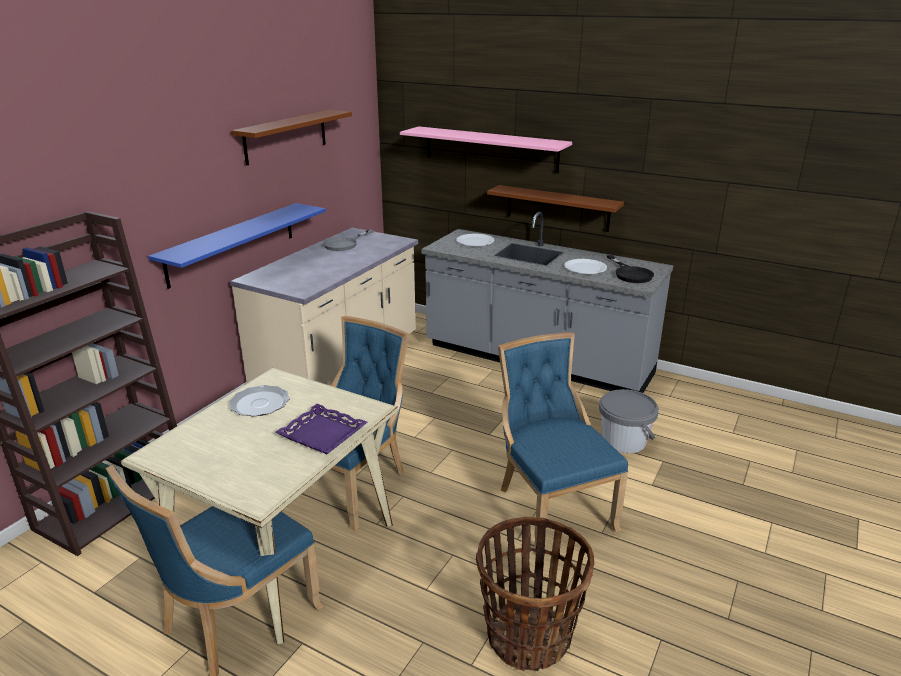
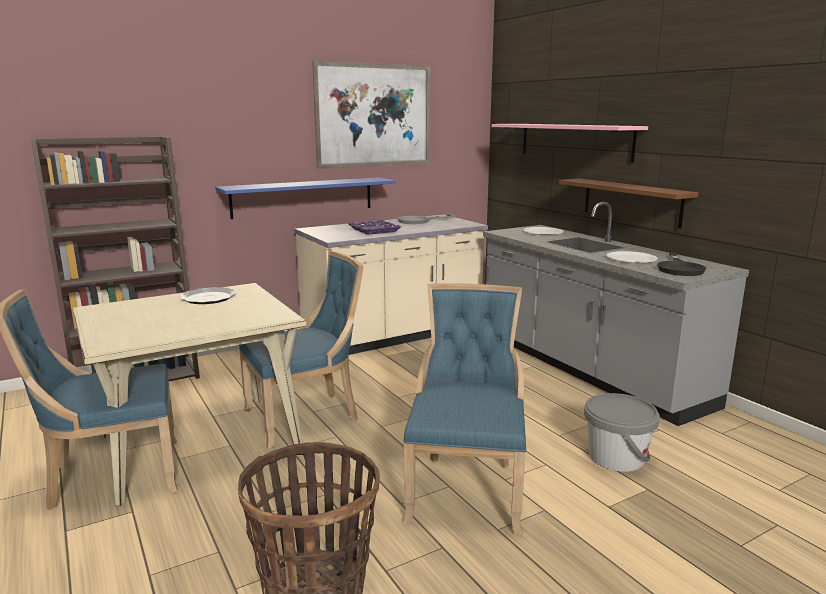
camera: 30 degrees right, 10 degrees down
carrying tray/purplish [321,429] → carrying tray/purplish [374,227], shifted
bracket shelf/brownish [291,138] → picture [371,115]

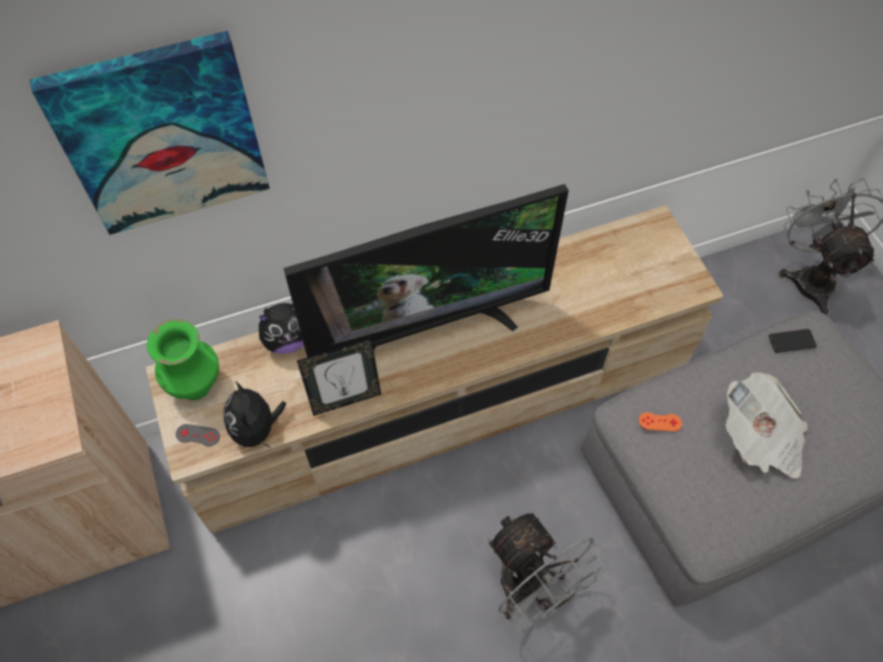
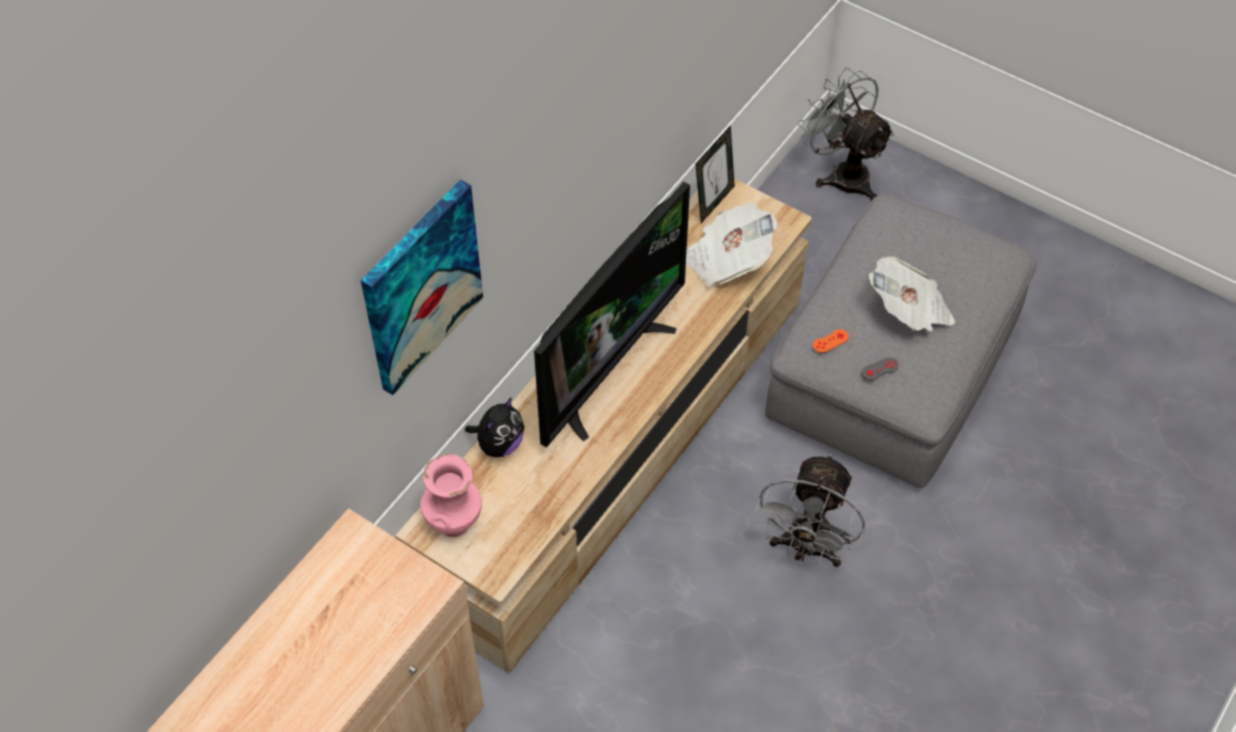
camera: 35 degrees left, 5 degrees down
cuddly toy [254,414] → -
phone [793,341] → -
- → printed paper [732,245]
gamepad/grey [198,435] → gamepad/grey [880,369], shifted
photo frame [339,377] → photo frame [715,174], shifted
decorative vase/green-coloured [183,359] → decorative vase/pink-coloured [451,495]
cooling fan/grey [548,572] → cooling fan/grey [809,510], 90 degrees clockwise

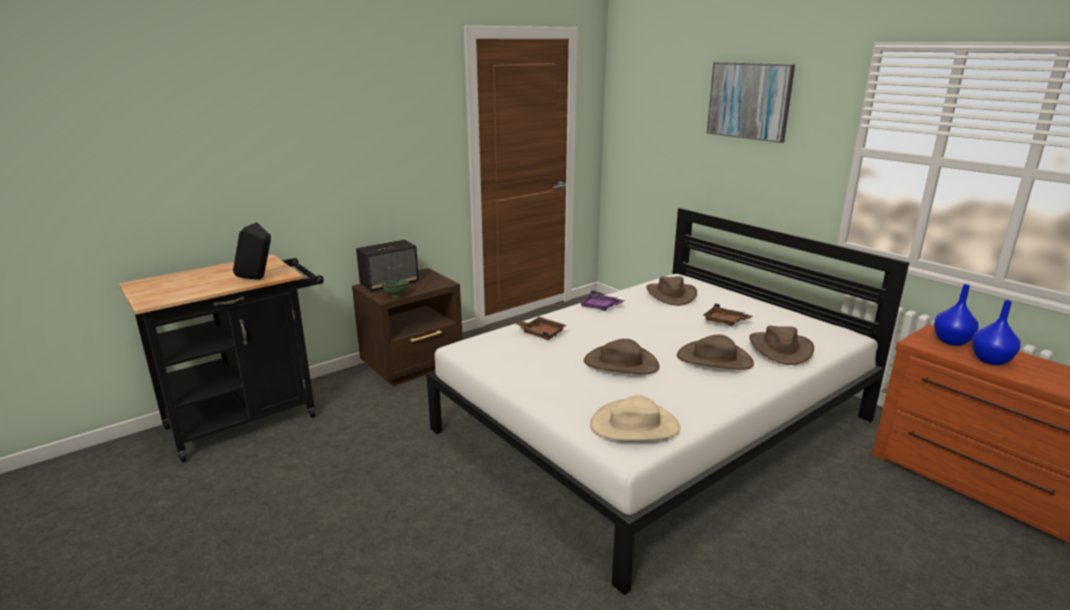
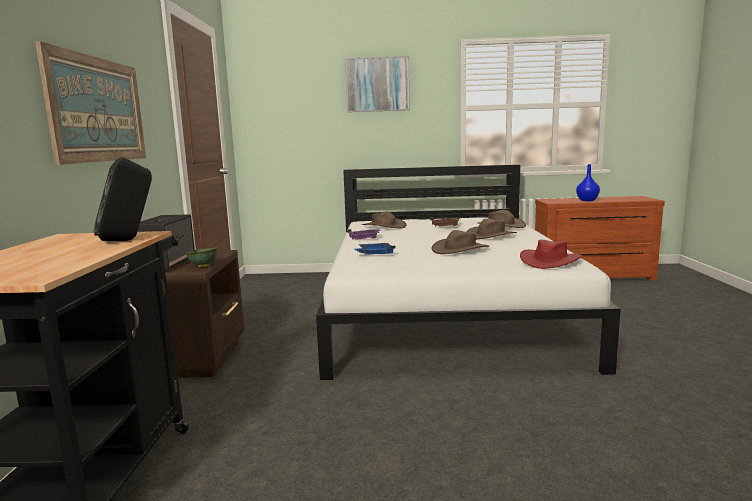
camera: 50 degrees left, 10 degrees down
decorative vase/blue [956,315] → -
- → picture [90,103]
carrying tray/brownish [541,328] → carrying tray/blue [375,249]
clothing hat/beige-coloured [635,417] → clothing hat/red-coloured [551,254]

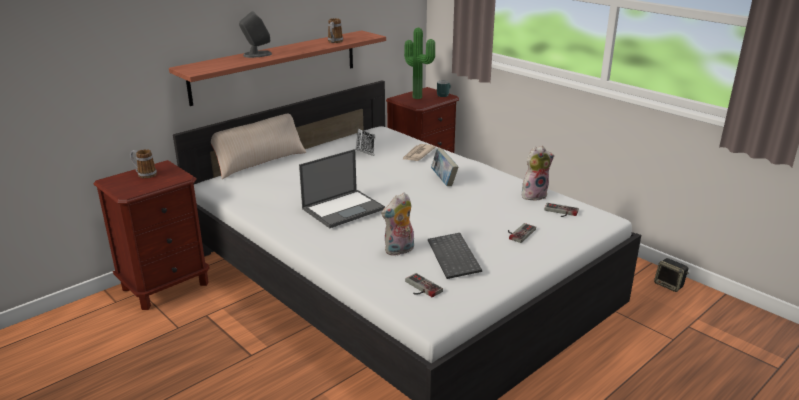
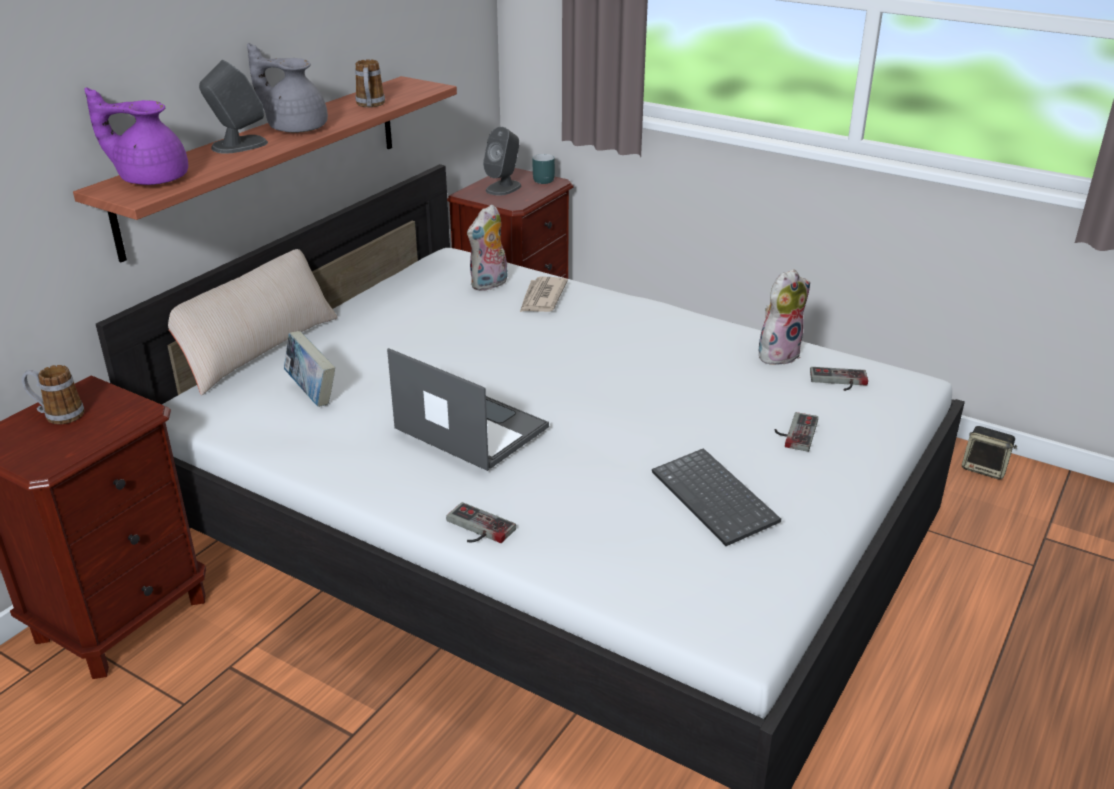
camera: 15 degrees left, 5 degrees up
keyboard [365,142] → -
- → pot for tea/purplish [136,136]
- → pot for tea/grey [287,88]
cuddly toy [397,224] → cuddly toy [487,247], shifted
gamepad [424,285] → gamepad [481,522], shifted
book [445,167] → book [309,369], shifted
potted plant [419,63] → speaker/grey [502,161]
notebook computer [342,188] → notebook computer [468,409], 90 degrees counterclockwise

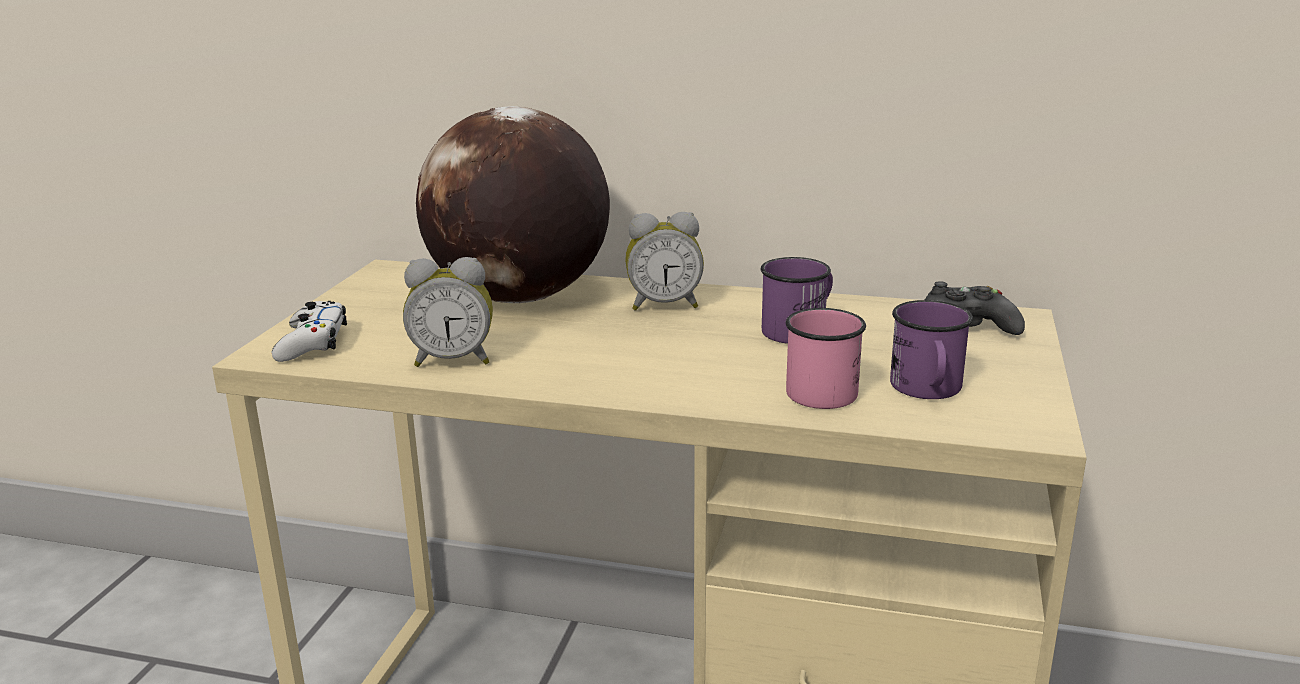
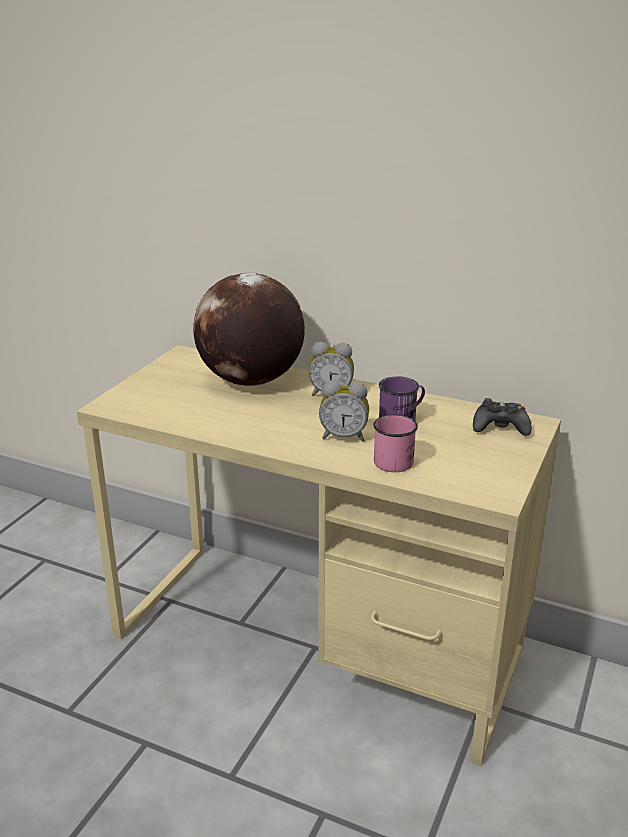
camera: 10 degrees right, 5 degrees up
gamepad/white-coloured [309,331] → -
coffee mug/purplish [931,349] → -
bedside clock [448,312] → bedside clock [344,411], shifted

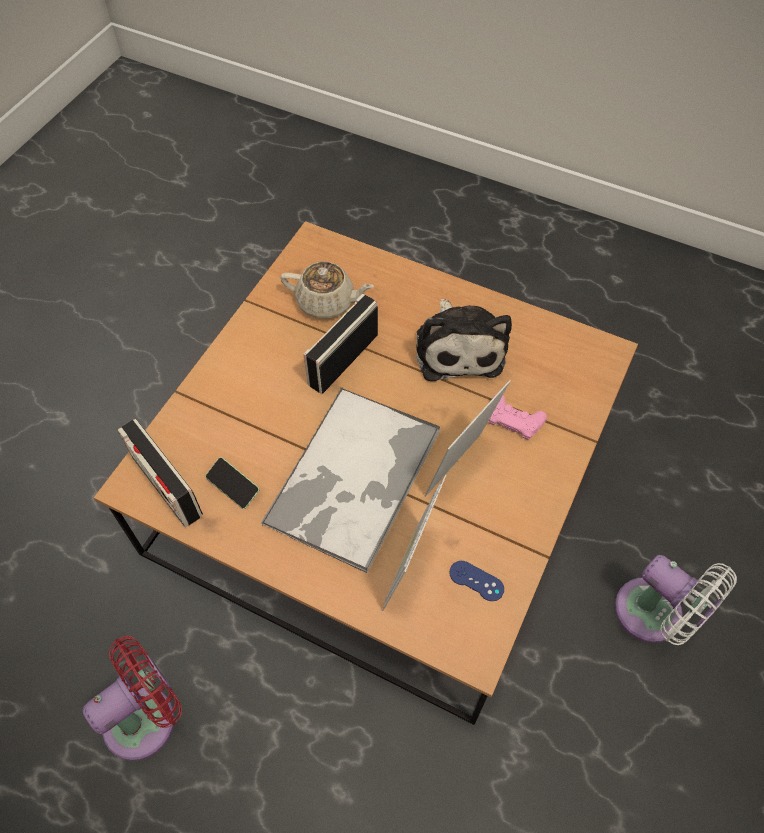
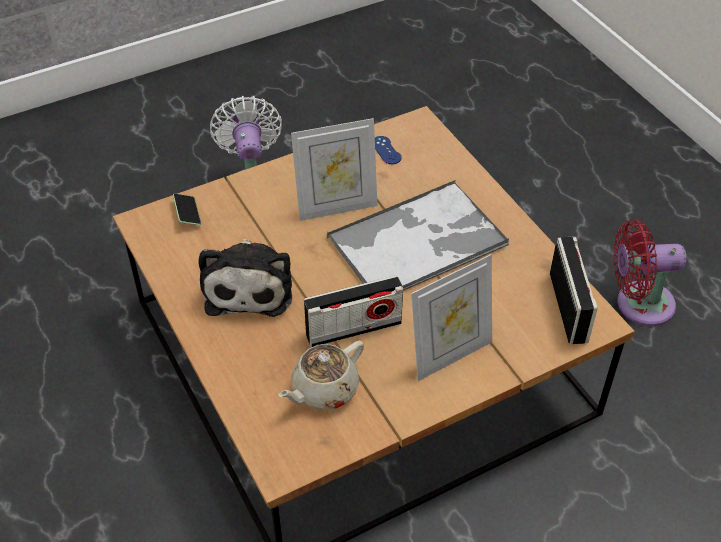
camera: 145 degrees left, 10 degrees down
gamepad/pink-coloured [517,417] → -
phone [232,483] → phone [187,209], shifted
photo frame [414,543] → photo frame [451,317], shifted
pot for tea/beige-coloured [327,290] → pot for tea/beige-coloured [321,375], 90 degrees counterclockwise
cuddly toy [464,340] → cuddly toy [245,278], 150 degrees clockwise

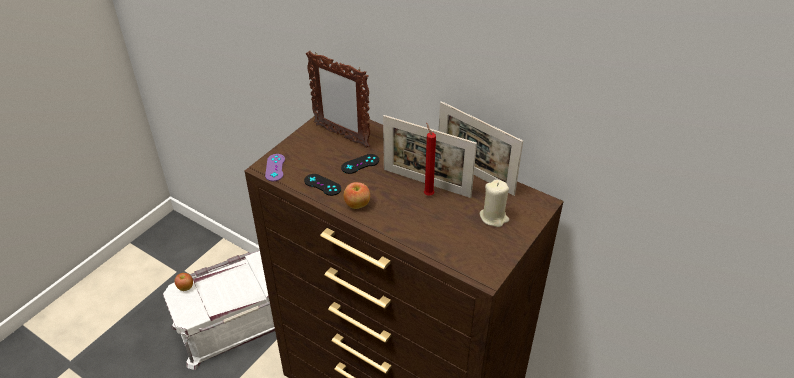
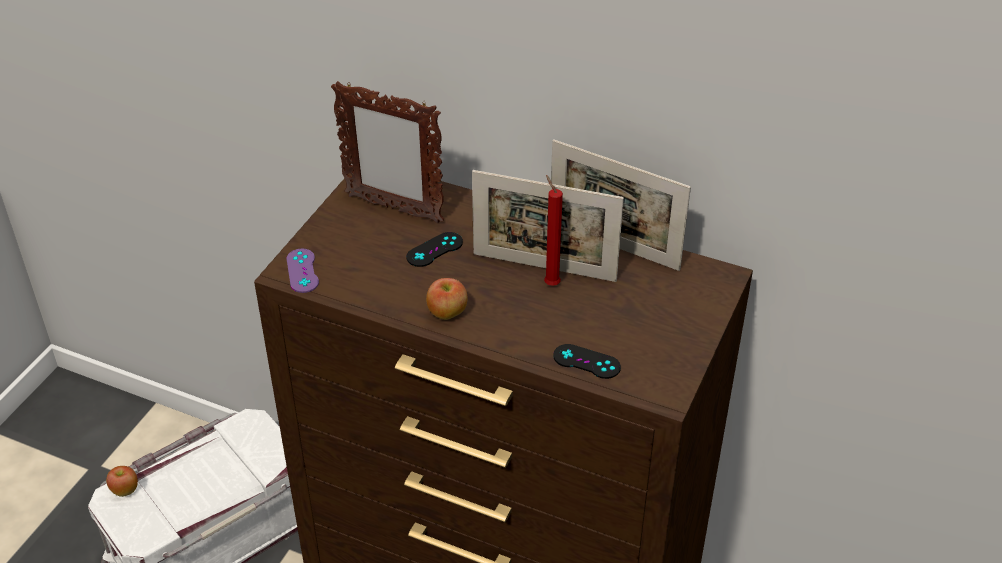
camera: 10 degrees left, 0 degrees up
candle/beige-coloured [494,203] → -
gamepad/black [322,185] → gamepad/black [587,361], shifted

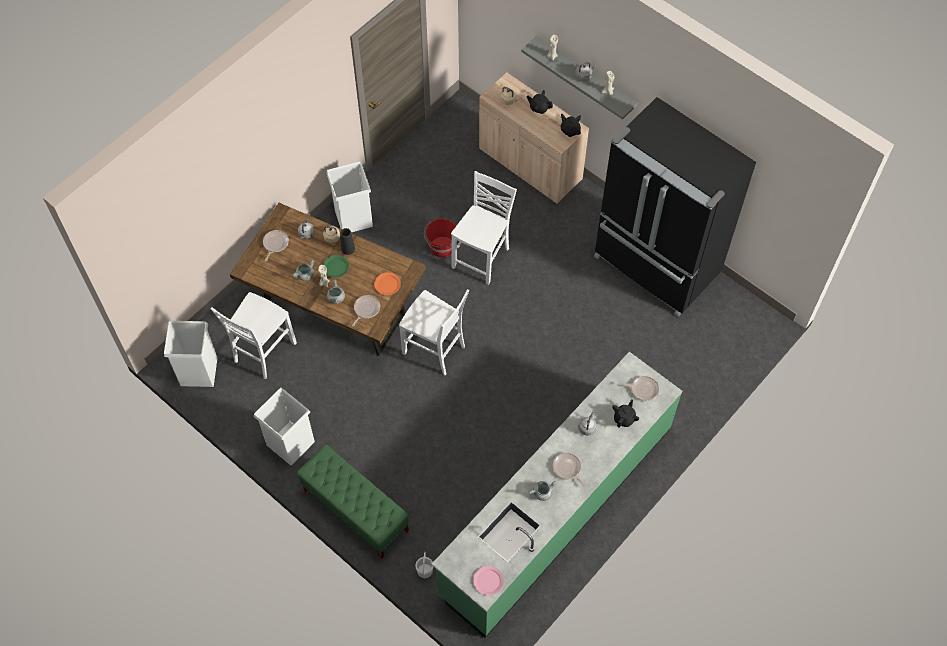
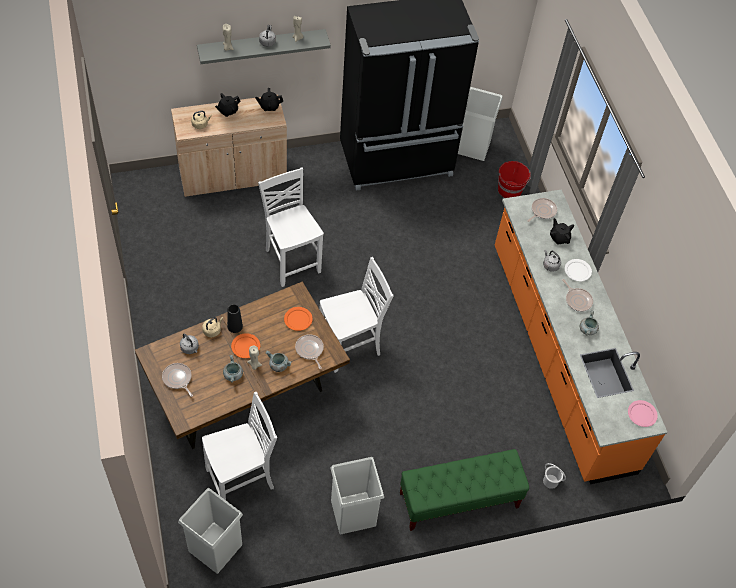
camera: 60 degrees left, 5 degrees down
- → flat dish/white-coloured [578,270]
trash can/white-coloured [350,197] → trash can/white-coloured [480,124], shifted
pail/red-coloured [440,238] → pail/red-coloured [514,179], shifted
flat dish/green-coloured [336,266] → flat dish/orange-coloured [245,345]
kitchen counter/green-coloured [557,495] → kitchen counter/orange-coloured [581,336]
chair/white-coloured [254,335] → chair/white-coloured [239,446], 90 degrees counterclockwise
frying pan [569,470] → frying pan [577,295], 120 degrees counterclockwise

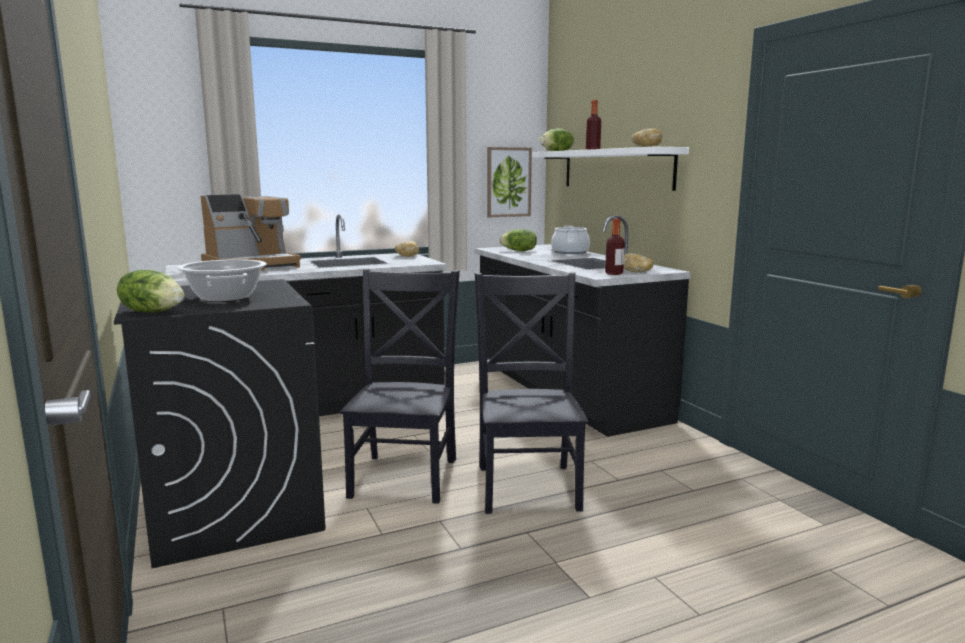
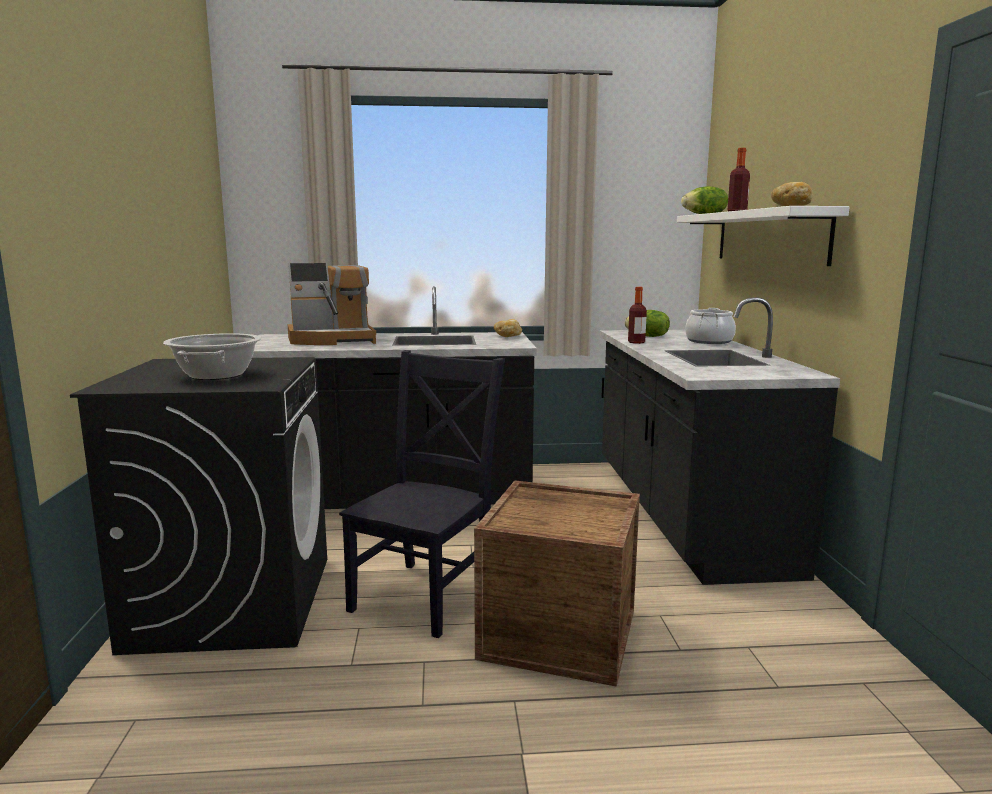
camera: 20 degrees right, 0 degrees up
lettuce [150,291] → -
picture [509,182] → -
baked bread [638,263] → -
bottle [615,247] → bottle [637,315], shifted
chair/black [532,393] → shipping crate [557,584]

